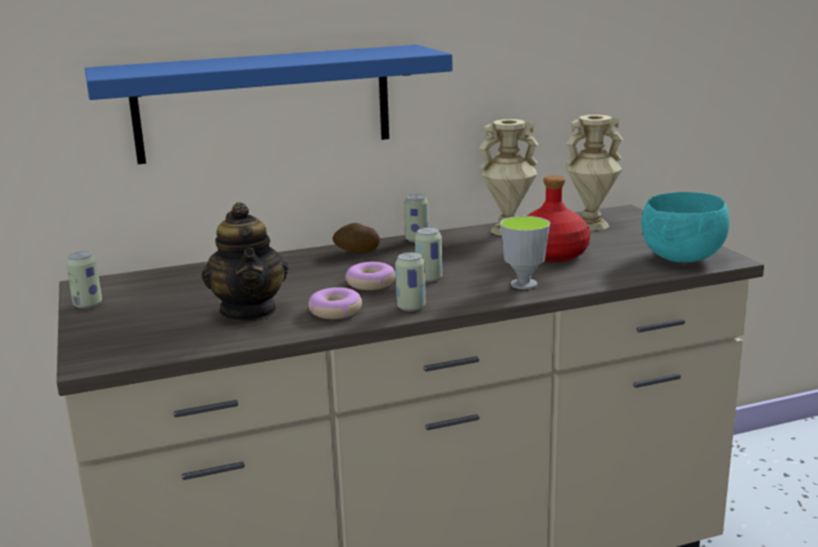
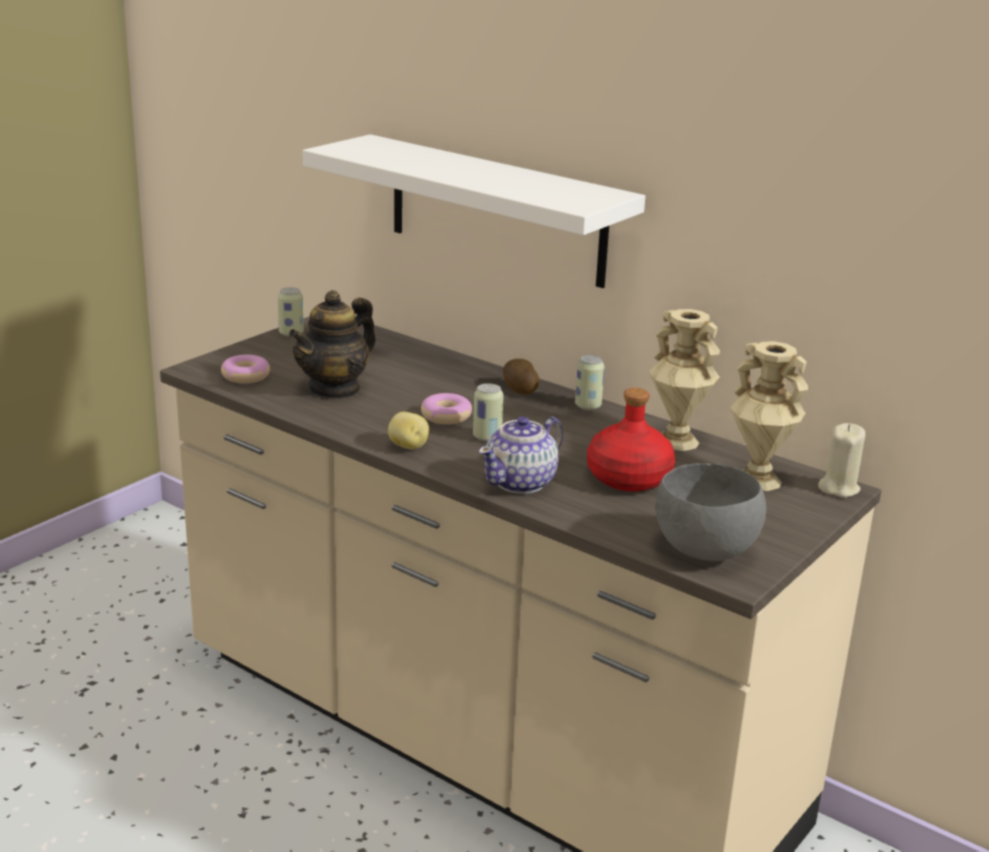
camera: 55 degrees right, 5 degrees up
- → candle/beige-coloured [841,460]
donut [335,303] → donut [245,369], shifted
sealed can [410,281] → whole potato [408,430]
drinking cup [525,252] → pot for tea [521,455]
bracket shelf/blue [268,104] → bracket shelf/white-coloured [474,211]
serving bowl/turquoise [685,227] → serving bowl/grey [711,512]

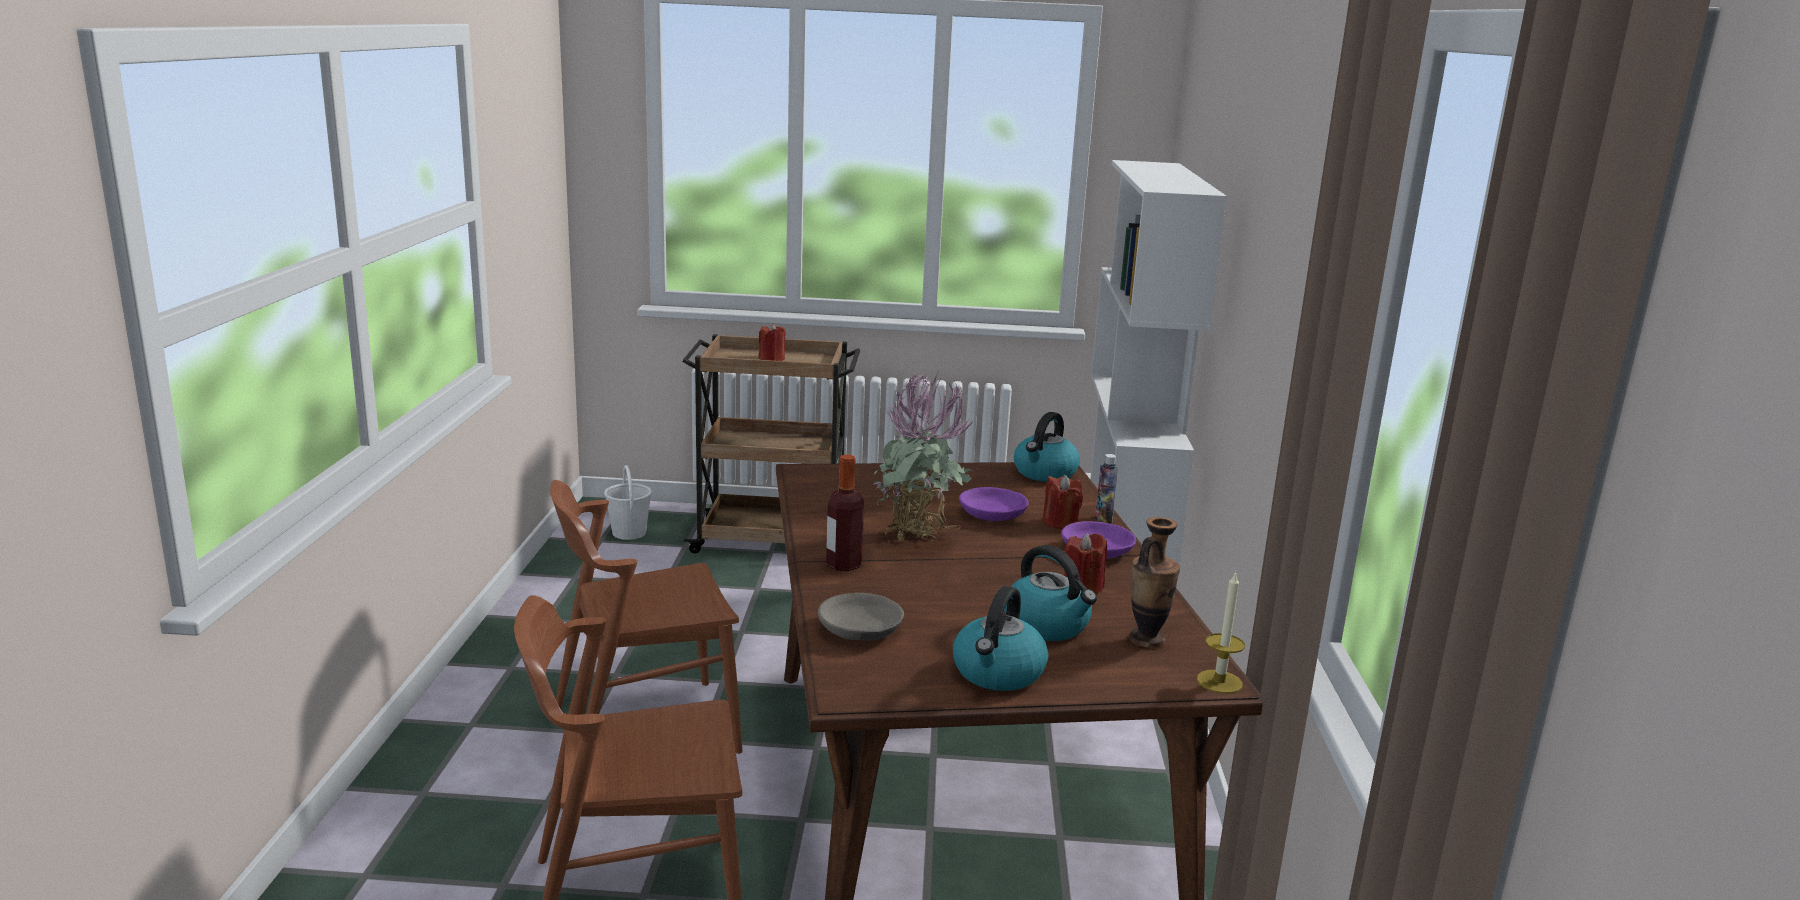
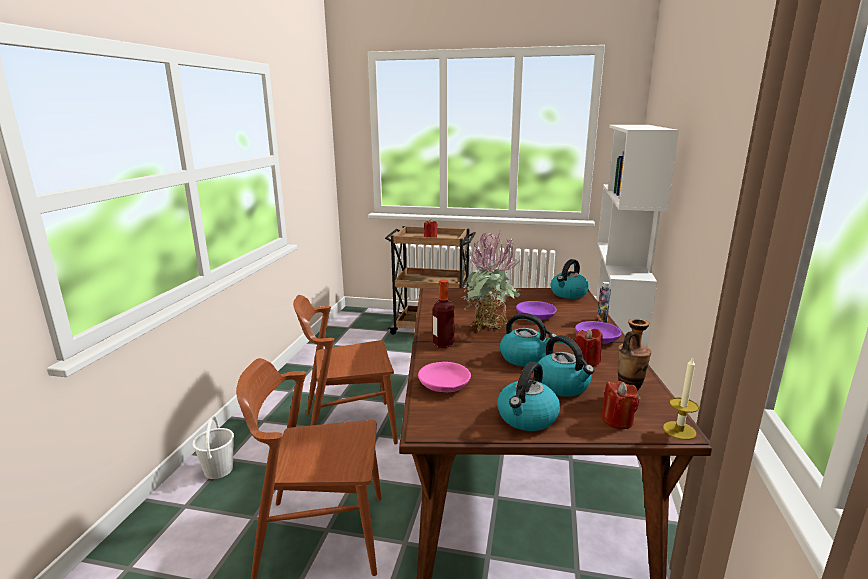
camera: 10 degrees right, 0 degrees up
- → water kettle [528,340]
pail/white-coloured [628,502] → pail/white-coloured [213,447], shifted
candle/red-coloured [1063,502] → candle/red-coloured [620,405], shifted
serving bowl/grey [861,617] → serving bowl/pink-coloured [444,377]

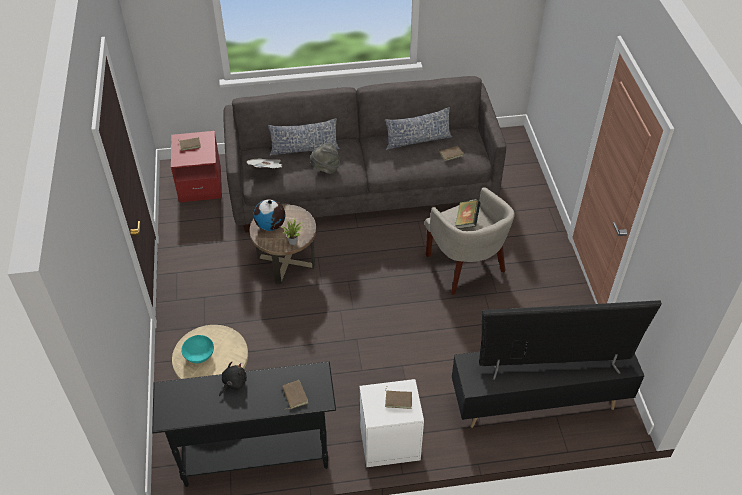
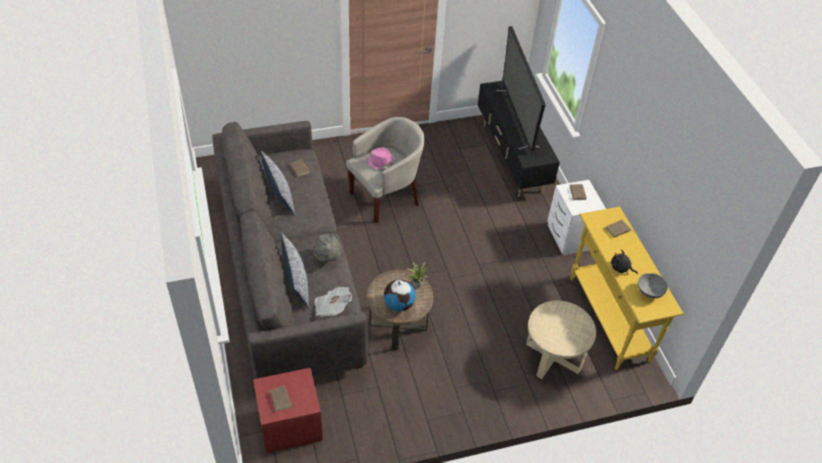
camera: 100 degrees left, 0 degrees up
serving bowl/turquoise [197,349] → -
- → serving bowl/grey [653,286]
book [467,214] → clothing hat/pink-coloured [381,158]
console table/black [244,424] → console table/yellowish [627,288]

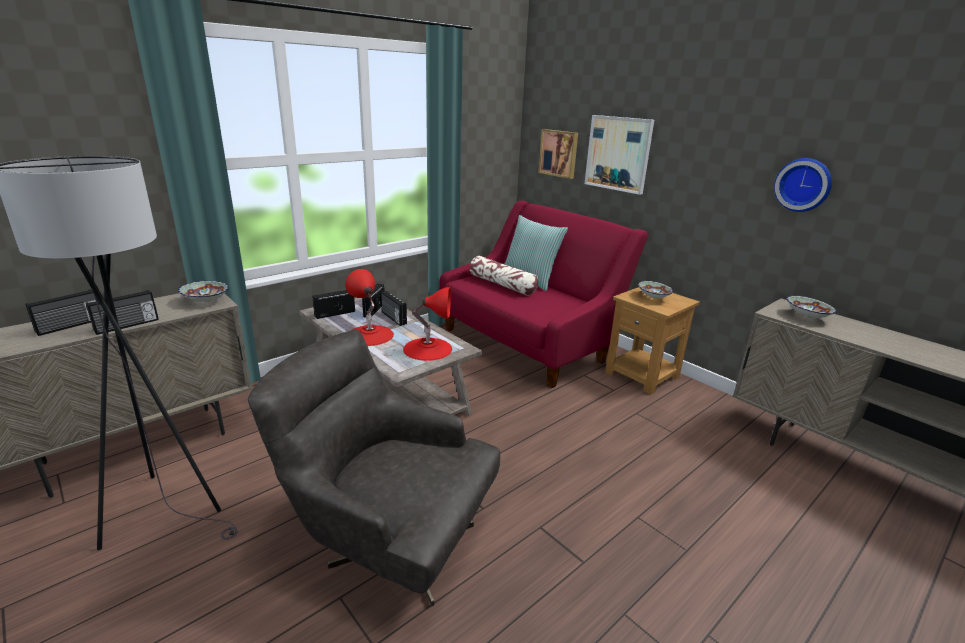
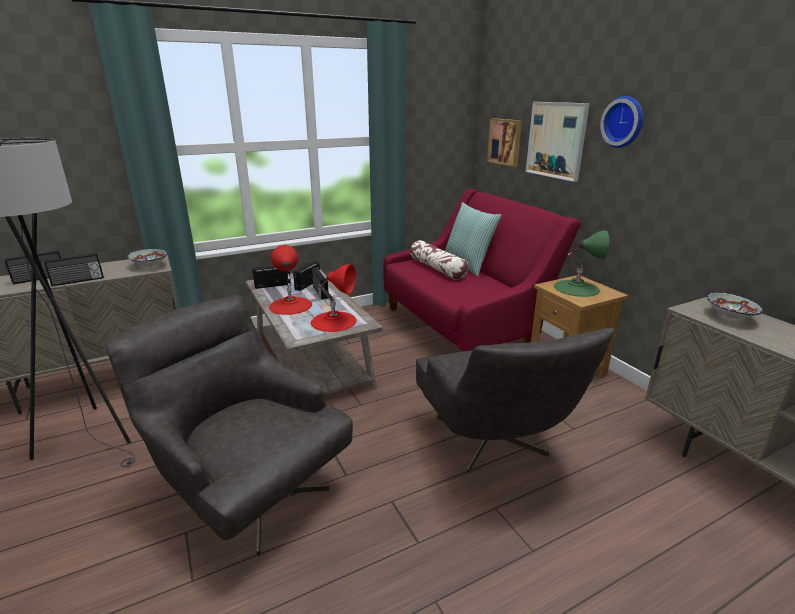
camera: 15 degrees right, 0 degrees up
- → armchair/grey [515,400]
wall clock [803,185] → wall clock [621,122], shifted
serving bowl [655,289] → lamp for a table/green-coloured [581,263]

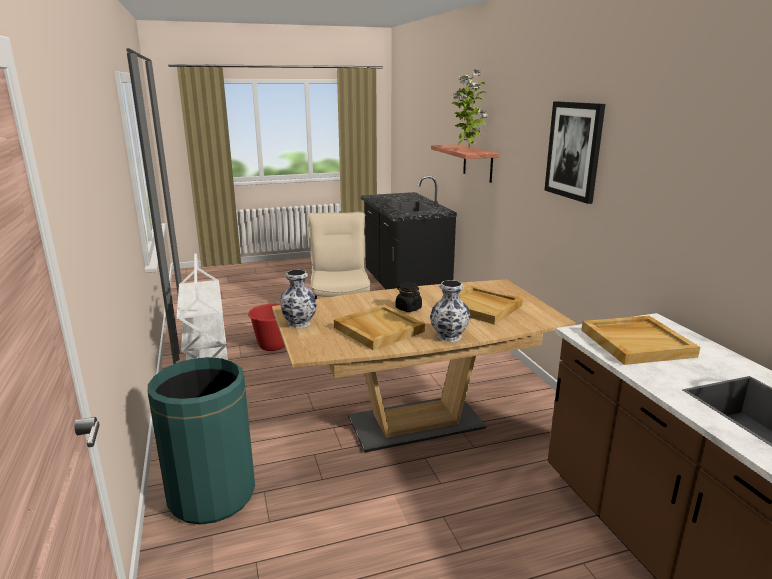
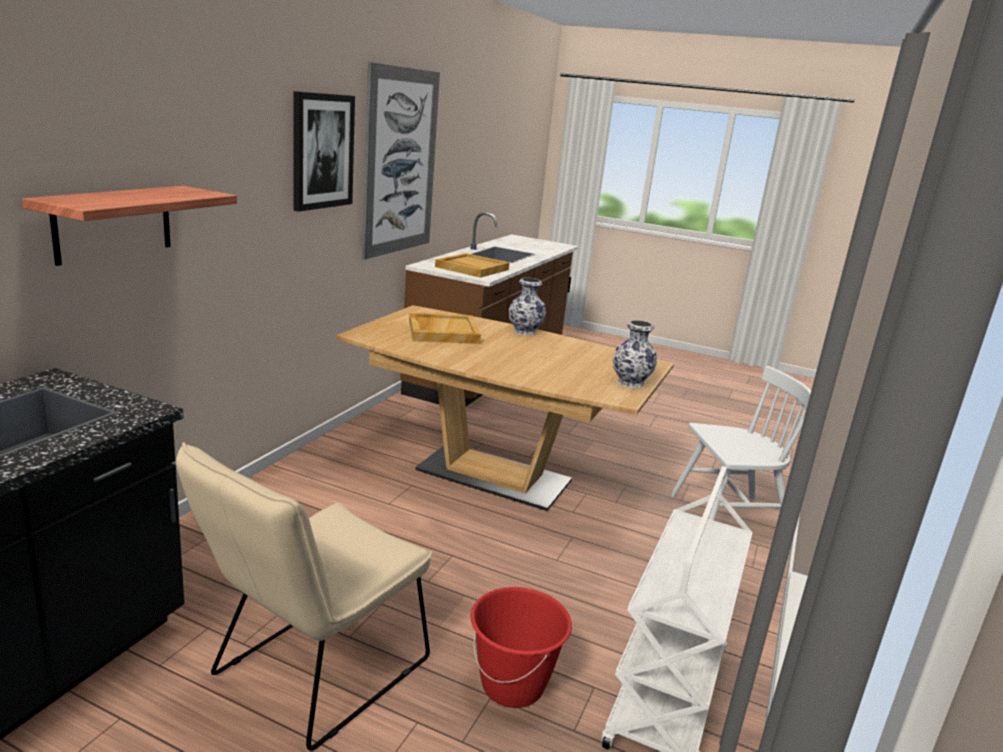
camera: 140 degrees left, 0 degrees up
carrying tray/beige-coloured [379,327] → -
jar/black [409,297] → -
potted plant [469,109] → -
- → picture [401,161]
trash can/green-coloured [201,441] → chair/white-coloured [740,443]

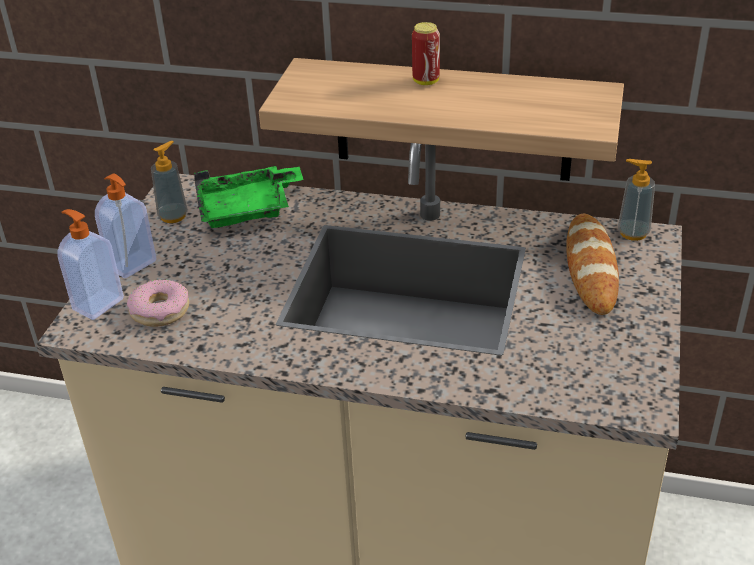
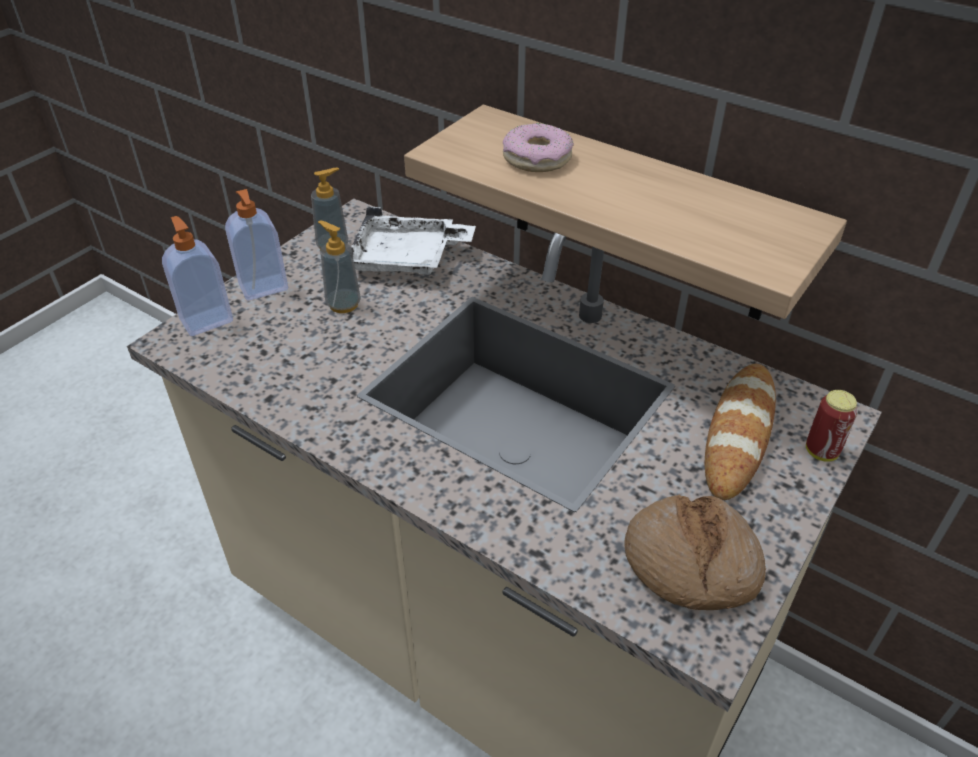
camera: 20 degrees right, 5 degrees up
- → baked bread [695,552]
donut [158,303] → donut [538,147], shifted
sealed can [426,53] → sealed can [832,426], shifted
liquid soap bottle [636,200] → liquid soap bottle [339,267], shifted
carrying tray/green-coloured [249,196] → carrying tray/white-coloured [413,241]

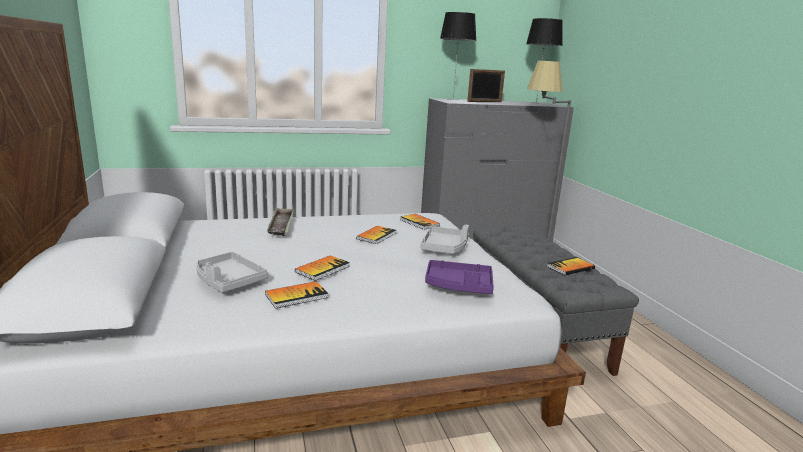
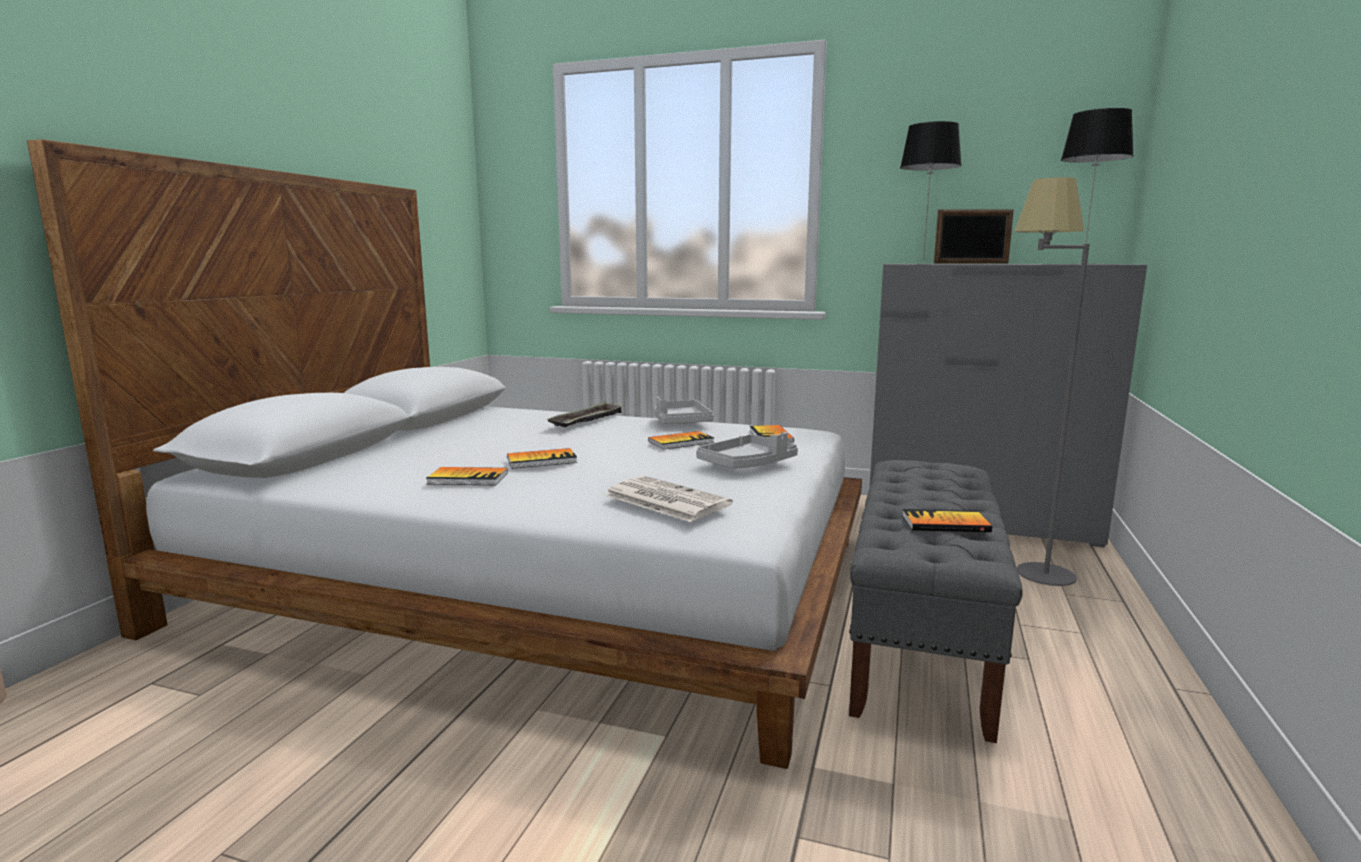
camera: 35 degrees right, 5 degrees down
carrying tray/grey [232,272] → carrying tray/grey [684,410], shifted
carrying tray/purplish [459,277] → printed paper [669,499]

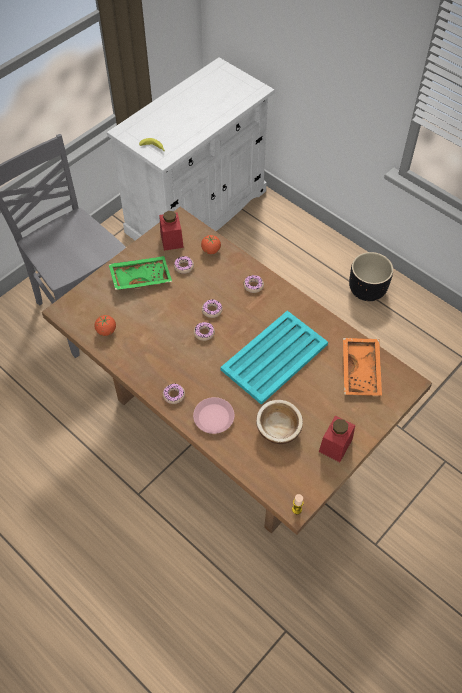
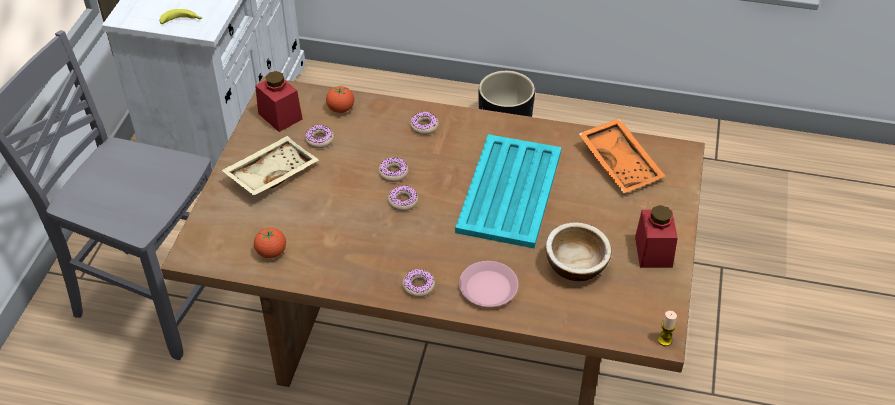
camera: 30 degrees left, 10 degrees down
carrying tray/green-coloured [140,273] → carrying tray/beige-coloured [270,166]

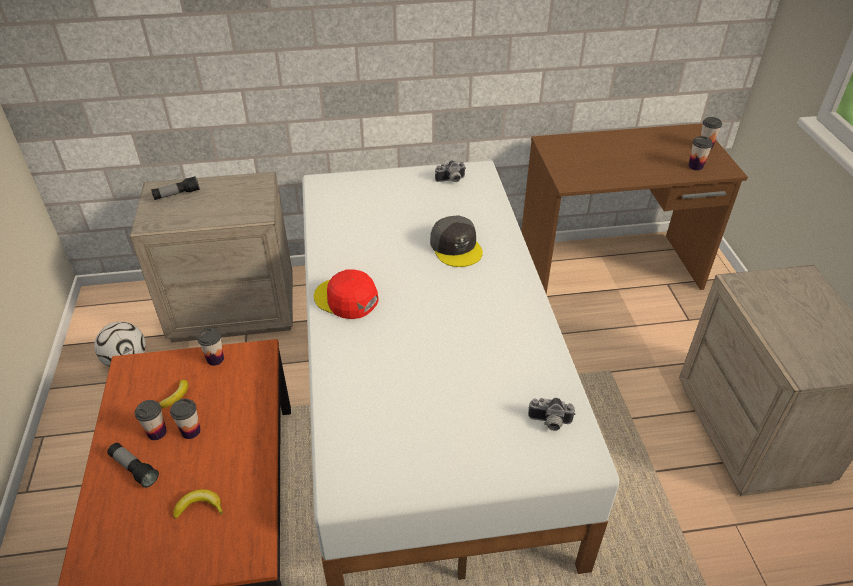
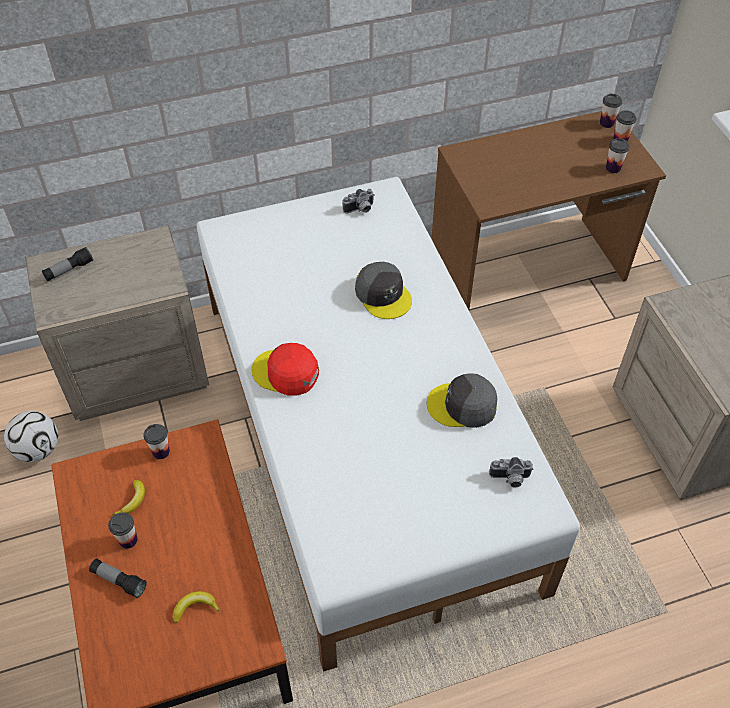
camera: 10 degrees left, 10 degrees up
- → cap/grey [462,400]
drinking cup [185,419] → drinking cup [611,111], shifted

